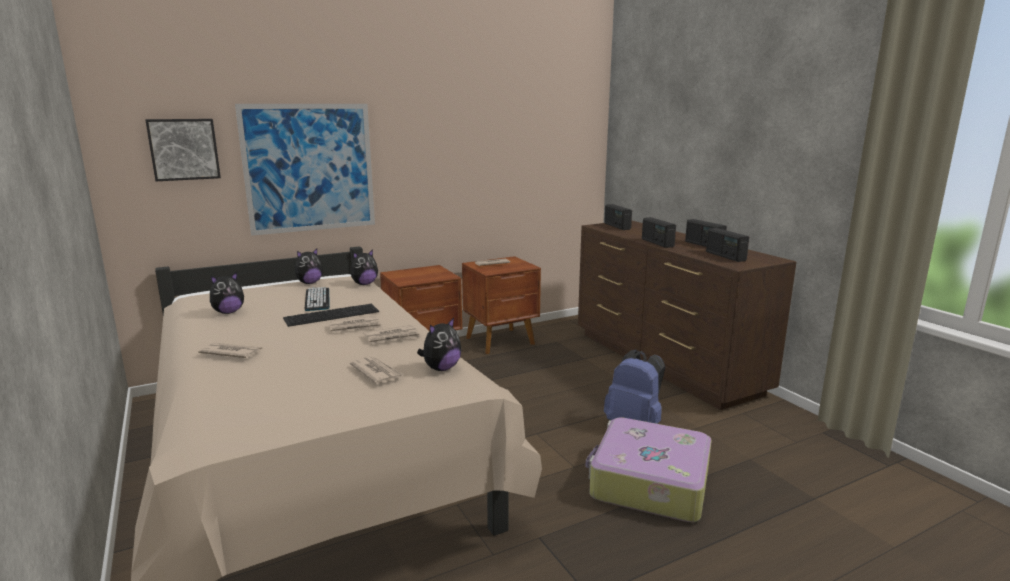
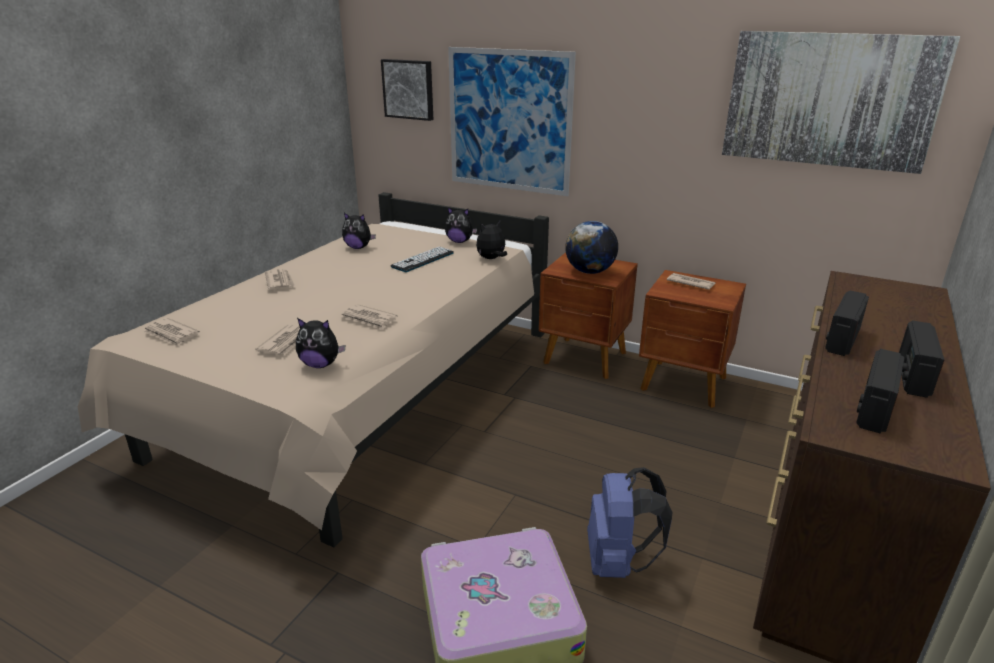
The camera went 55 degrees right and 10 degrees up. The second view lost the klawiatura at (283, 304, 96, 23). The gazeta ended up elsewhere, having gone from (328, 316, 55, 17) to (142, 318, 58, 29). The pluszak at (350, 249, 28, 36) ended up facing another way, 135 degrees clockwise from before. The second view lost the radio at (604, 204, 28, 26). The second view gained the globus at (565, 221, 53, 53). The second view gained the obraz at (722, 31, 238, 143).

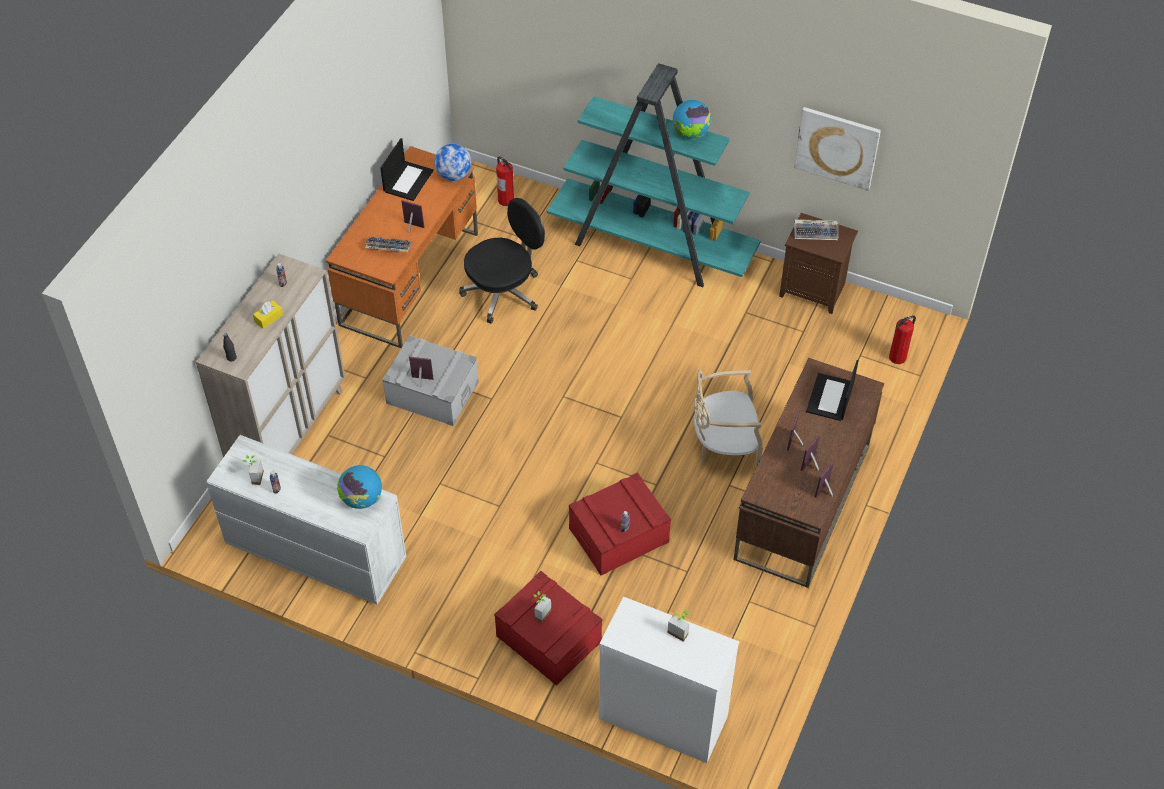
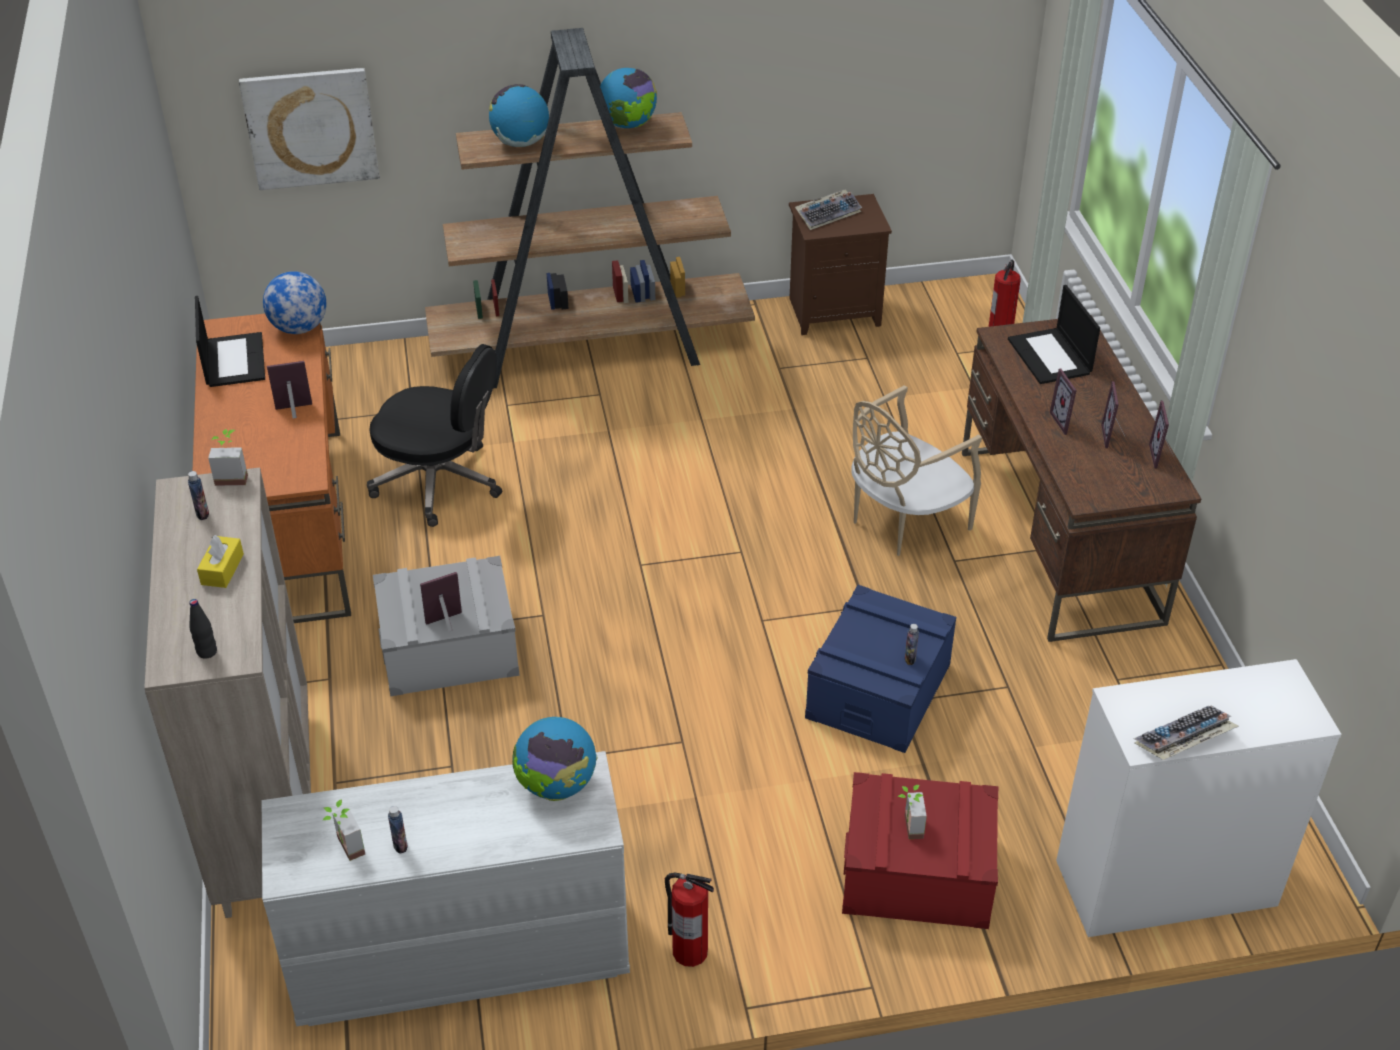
The camera went 35 degrees left and 10 degrees down. The klawiatura ended up elsewhere, having gone from (365, 237, 47, 15) to (1134, 706, 105, 54). The krzesło biurowe/czarny at (459, 198, 86, 126) ended up facing another way, 90 degrees clockwise from before. The gaśnica ended up elsewhere, having gone from (496, 156, 18, 50) to (665, 873, 49, 94). What was the regał/turkusowy at (547, 63, 214, 224) turned into the regał/brązowy at (425, 28, 330, 360). What was the pojemnik do przechowywania/czerwony at (569, 472, 102, 104) turned into the pojemnik do przechowywania/niebieski at (805, 585, 151, 168). The roślina doniczkowa ended up elsewhere, having gone from (667, 609, 22, 33) to (208, 429, 40, 57). The obraz ended up elsewhere, having gone from (794, 107, 87, 84) to (239, 68, 141, 122). The second view gained the globus at (489, 84, 60, 63).

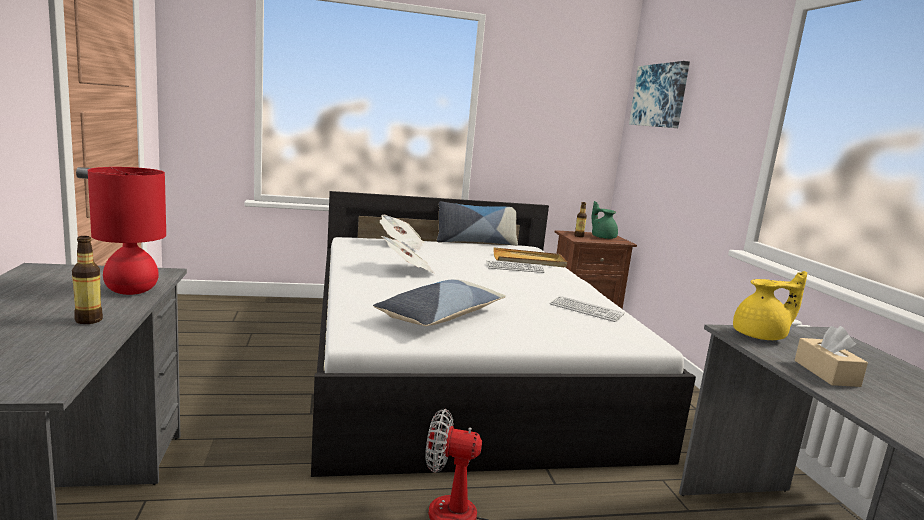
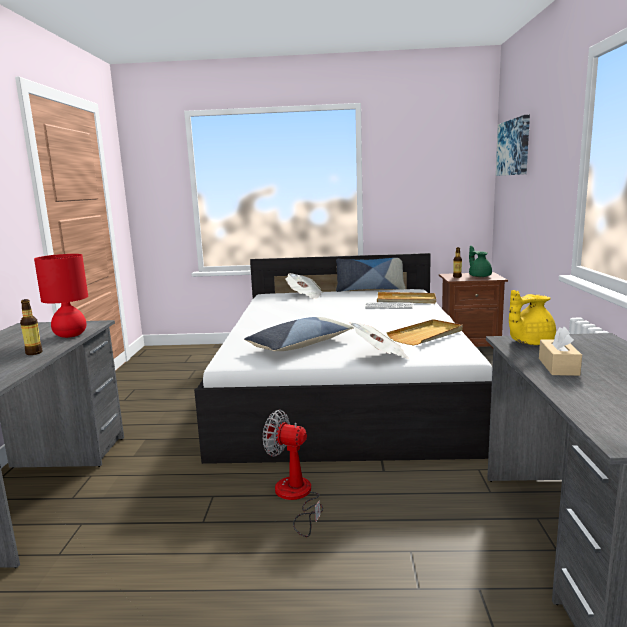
The camera went 15 degrees right and 0 degrees up. The gazeta ended up elsewhere, having gone from (381, 236, 55, 38) to (349, 322, 61, 37). Where the klawiatura stood at (549, 296, 76, 26), the taca/beżowy came to stand at (386, 319, 77, 26). The imbryk/żółty at (733, 271, 74, 69) ended up facing another way, 150 degrees clockwise from before.

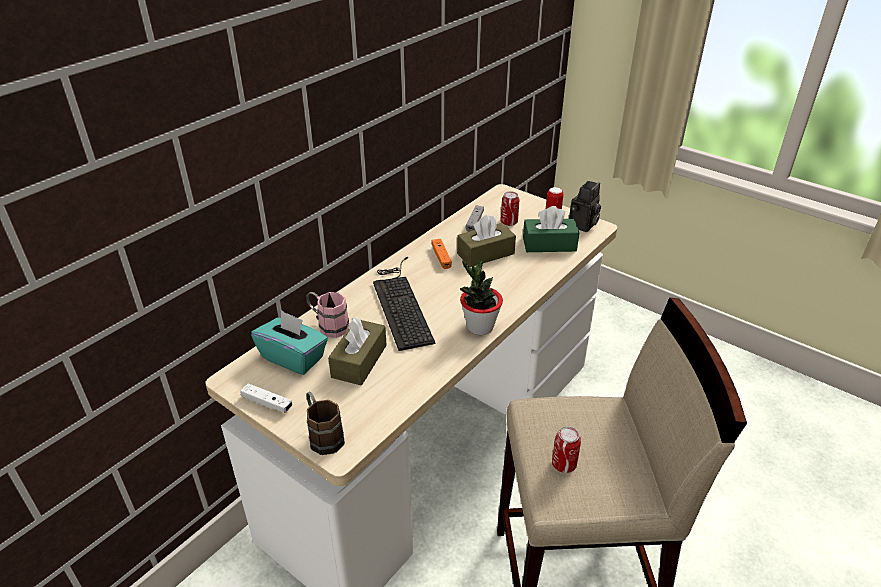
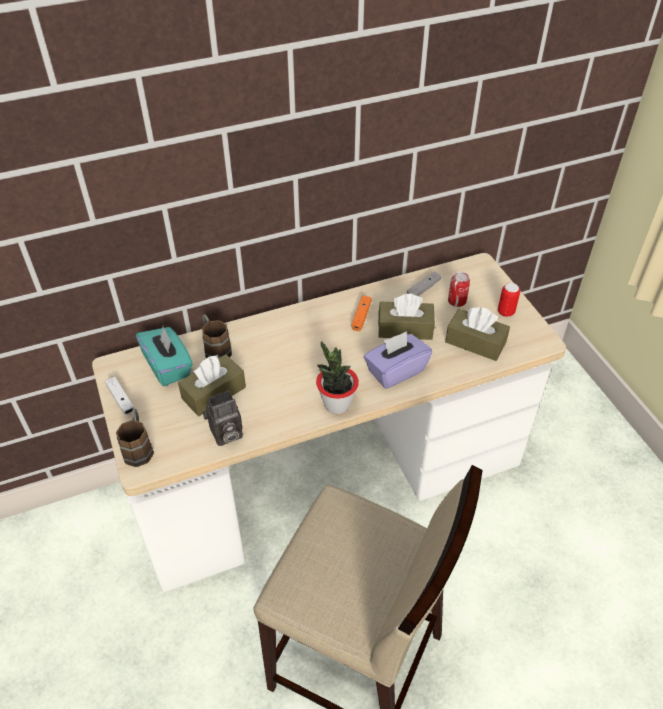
The camera went 30 degrees right and 10 degrees up. What was the kubek/różowy at (306, 292, 43, 46) turned into the kubek/brązowy at (202, 314, 30, 45). The second view lost the klawiatura at (373, 257, 62, 94). What was the pudełko chusteczek/zielony at (523, 206, 56, 46) turned into the pudełko chusteczek/brązowy at (445, 307, 65, 54). The second view lost the puszka at (552, 426, 29, 47). The aparat fotograficzny ended up elsewhere, having gone from (569, 181, 32, 51) to (202, 390, 41, 56). The second view gained the pudełko chusteczek/fioletowy at (364, 331, 68, 58).

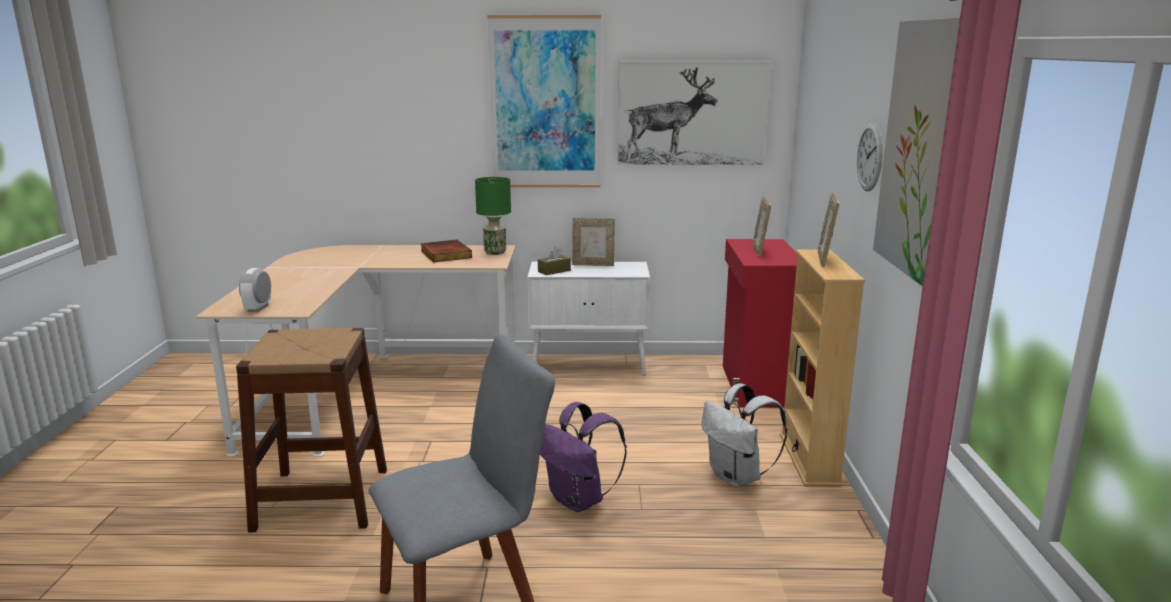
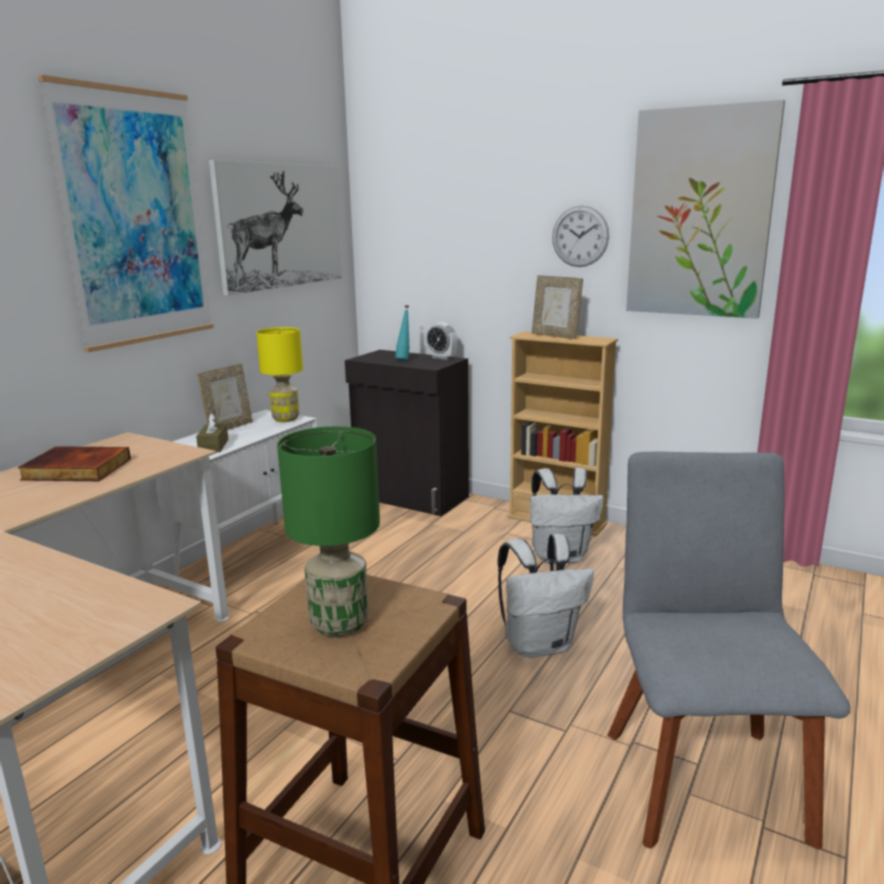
The camera went 60 degrees left and 0 degrees up. The budzik ended up elsewhere, having gone from (239, 268, 32, 44) to (426, 322, 32, 38). The lampa stołowa/zielony ended up elsewhere, having gone from (475, 177, 36, 78) to (277, 426, 103, 211). What was the plecak/fioletowy at (540, 402, 87, 110) turned into the plecak/biały at (498, 534, 96, 124). What was the szafka/czerwony at (723, 239, 75, 169) turned into the szafka/czarny at (345, 350, 124, 166). Where the ramka na zdjęcie stood at (753, 196, 18, 61), the butelka/turkusowy came to stand at (395, 305, 14, 56). The second view gained the lampa stołowa/żółty at (256, 327, 47, 95).

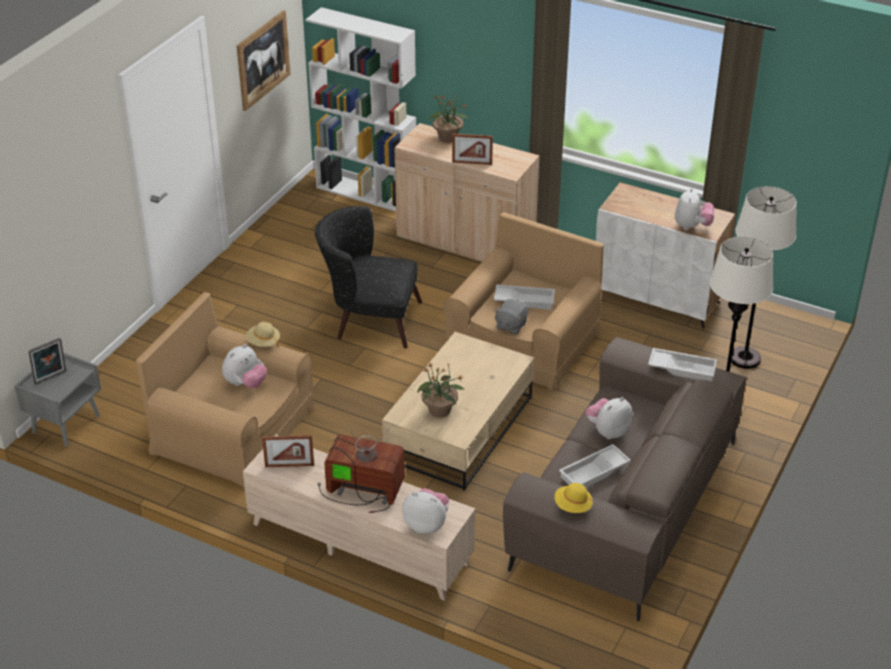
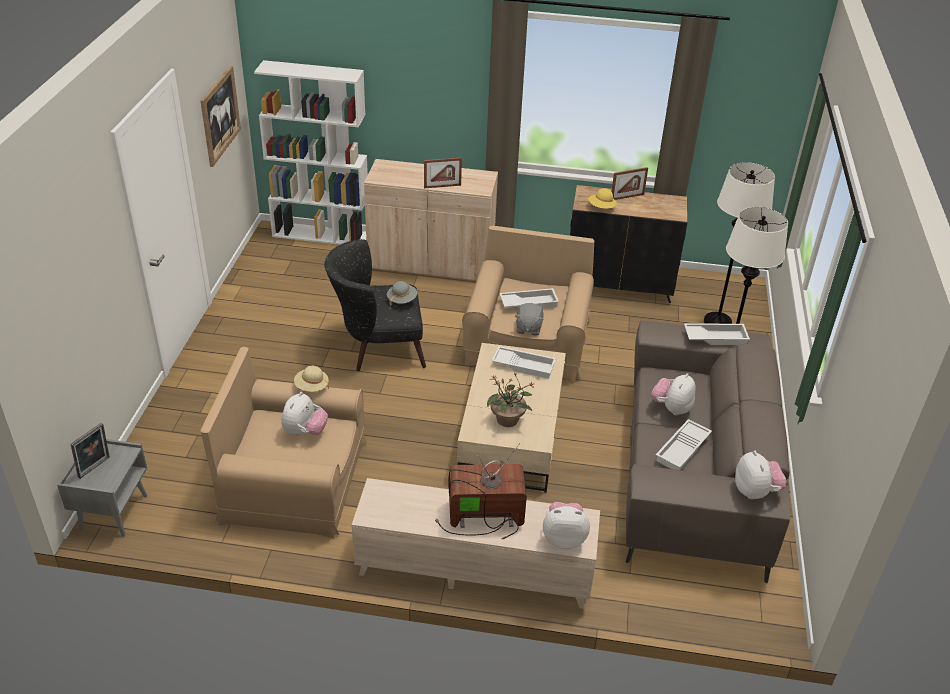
The camera went 20 degrees left and 0 degrees up. The ramka na zdjęcie ended up elsewhere, having gone from (262, 435, 52, 32) to (611, 167, 37, 33). The second view lost the roślina doniczkowa at (430, 95, 39, 48). The kapelusz/żółty ended up elsewhere, having gone from (555, 483, 38, 30) to (588, 189, 29, 20). What was the szafka/biały at (596, 182, 139, 147) turned into the szafka/czarny at (570, 185, 117, 118). The pluszak ended up elsewhere, having gone from (675, 188, 40, 42) to (735, 450, 51, 49). The second view gained the kapelusz/szary at (387, 281, 30, 25). The second view gained the taca/biały at (492, 346, 64, 33).

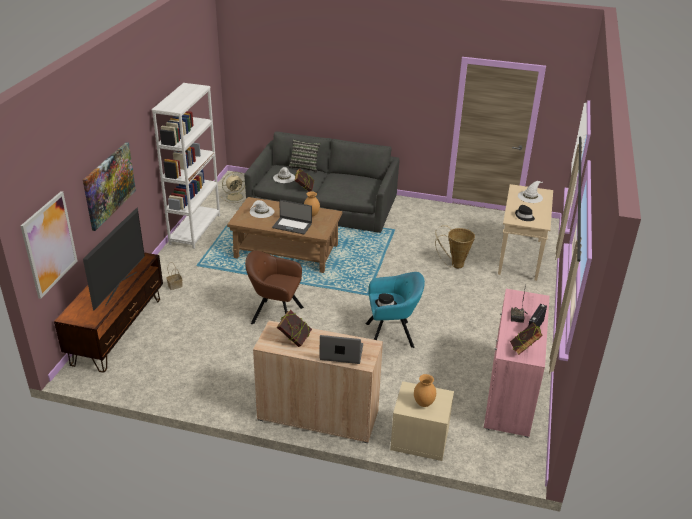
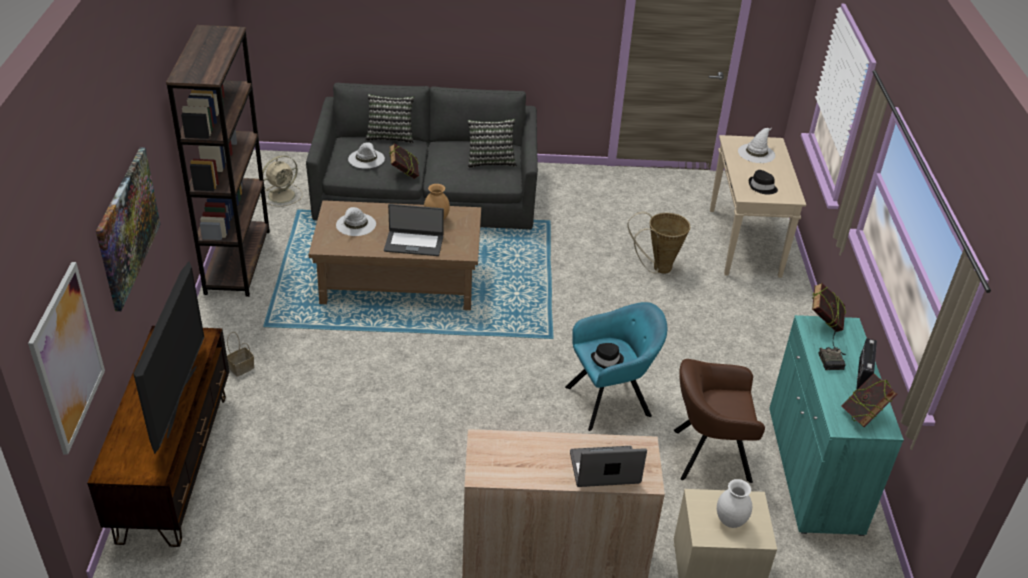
The camera went 15 degrees left and 5 degrees up. What was the regał/biały at (152, 83, 68, 166) turned into the regał/brązowy at (166, 25, 104, 272). The fotel/brązowy ended up elsewhere, having gone from (245, 250, 59, 74) to (674, 359, 91, 124). The książka ended up elsewhere, having gone from (277, 310, 35, 37) to (812, 283, 34, 49). What was the wazon/brązowy at (414, 374, 22, 33) turned into the wazon/biały at (717, 479, 35, 49). What was the szafka/różowy at (484, 289, 66, 149) turned into the szafka/turkusowy at (769, 315, 135, 221). The second view gained the poduszka at (467, 119, 50, 49).

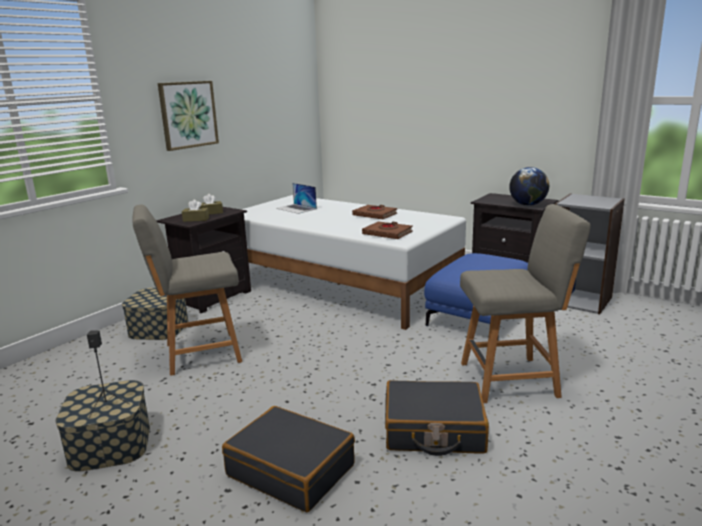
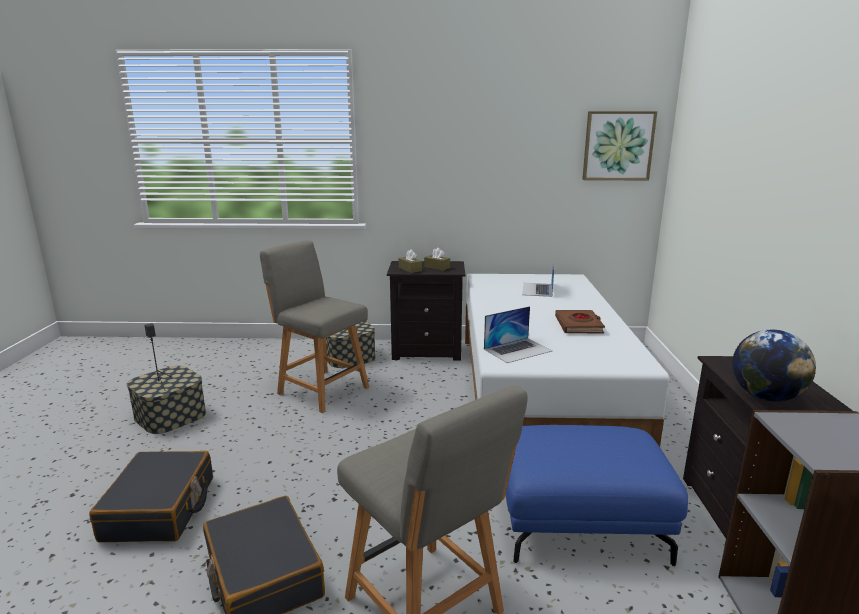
The camera went 55 degrees right and 0 degrees up. The obraz ended up elsewhere, having gone from (158, 81, 61, 70) to (582, 111, 75, 69). Where the książka/brązowy stood at (362, 221, 51, 18), the laptop came to stand at (484, 306, 69, 57).

